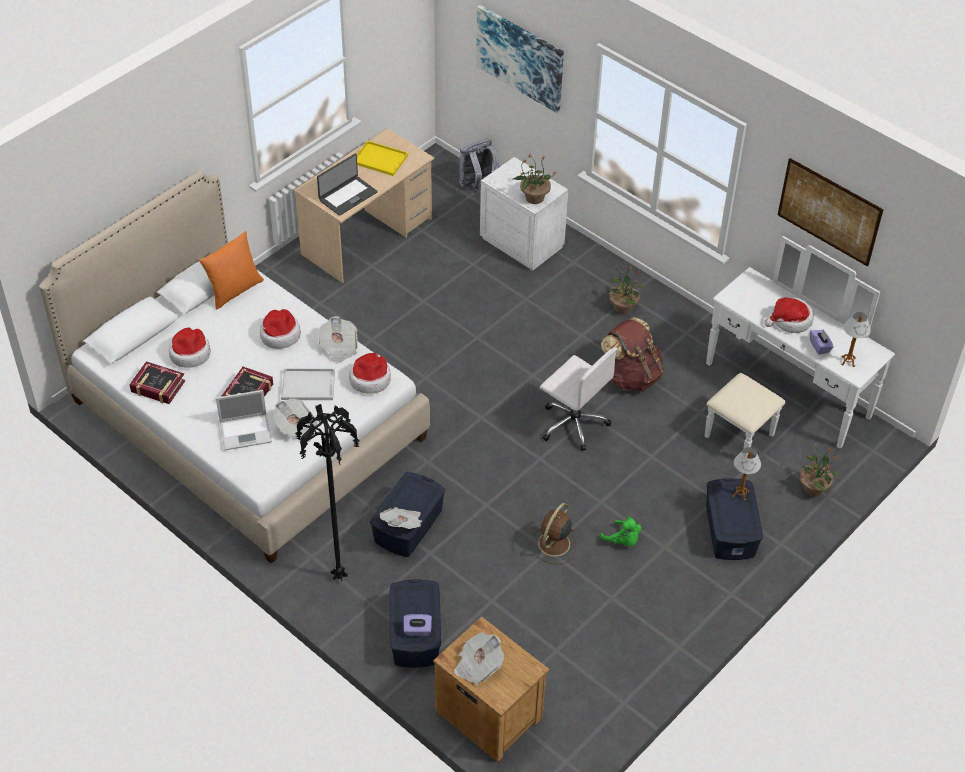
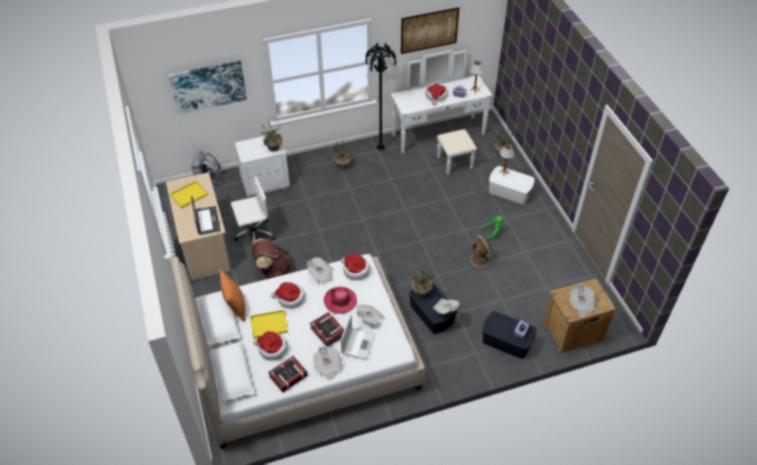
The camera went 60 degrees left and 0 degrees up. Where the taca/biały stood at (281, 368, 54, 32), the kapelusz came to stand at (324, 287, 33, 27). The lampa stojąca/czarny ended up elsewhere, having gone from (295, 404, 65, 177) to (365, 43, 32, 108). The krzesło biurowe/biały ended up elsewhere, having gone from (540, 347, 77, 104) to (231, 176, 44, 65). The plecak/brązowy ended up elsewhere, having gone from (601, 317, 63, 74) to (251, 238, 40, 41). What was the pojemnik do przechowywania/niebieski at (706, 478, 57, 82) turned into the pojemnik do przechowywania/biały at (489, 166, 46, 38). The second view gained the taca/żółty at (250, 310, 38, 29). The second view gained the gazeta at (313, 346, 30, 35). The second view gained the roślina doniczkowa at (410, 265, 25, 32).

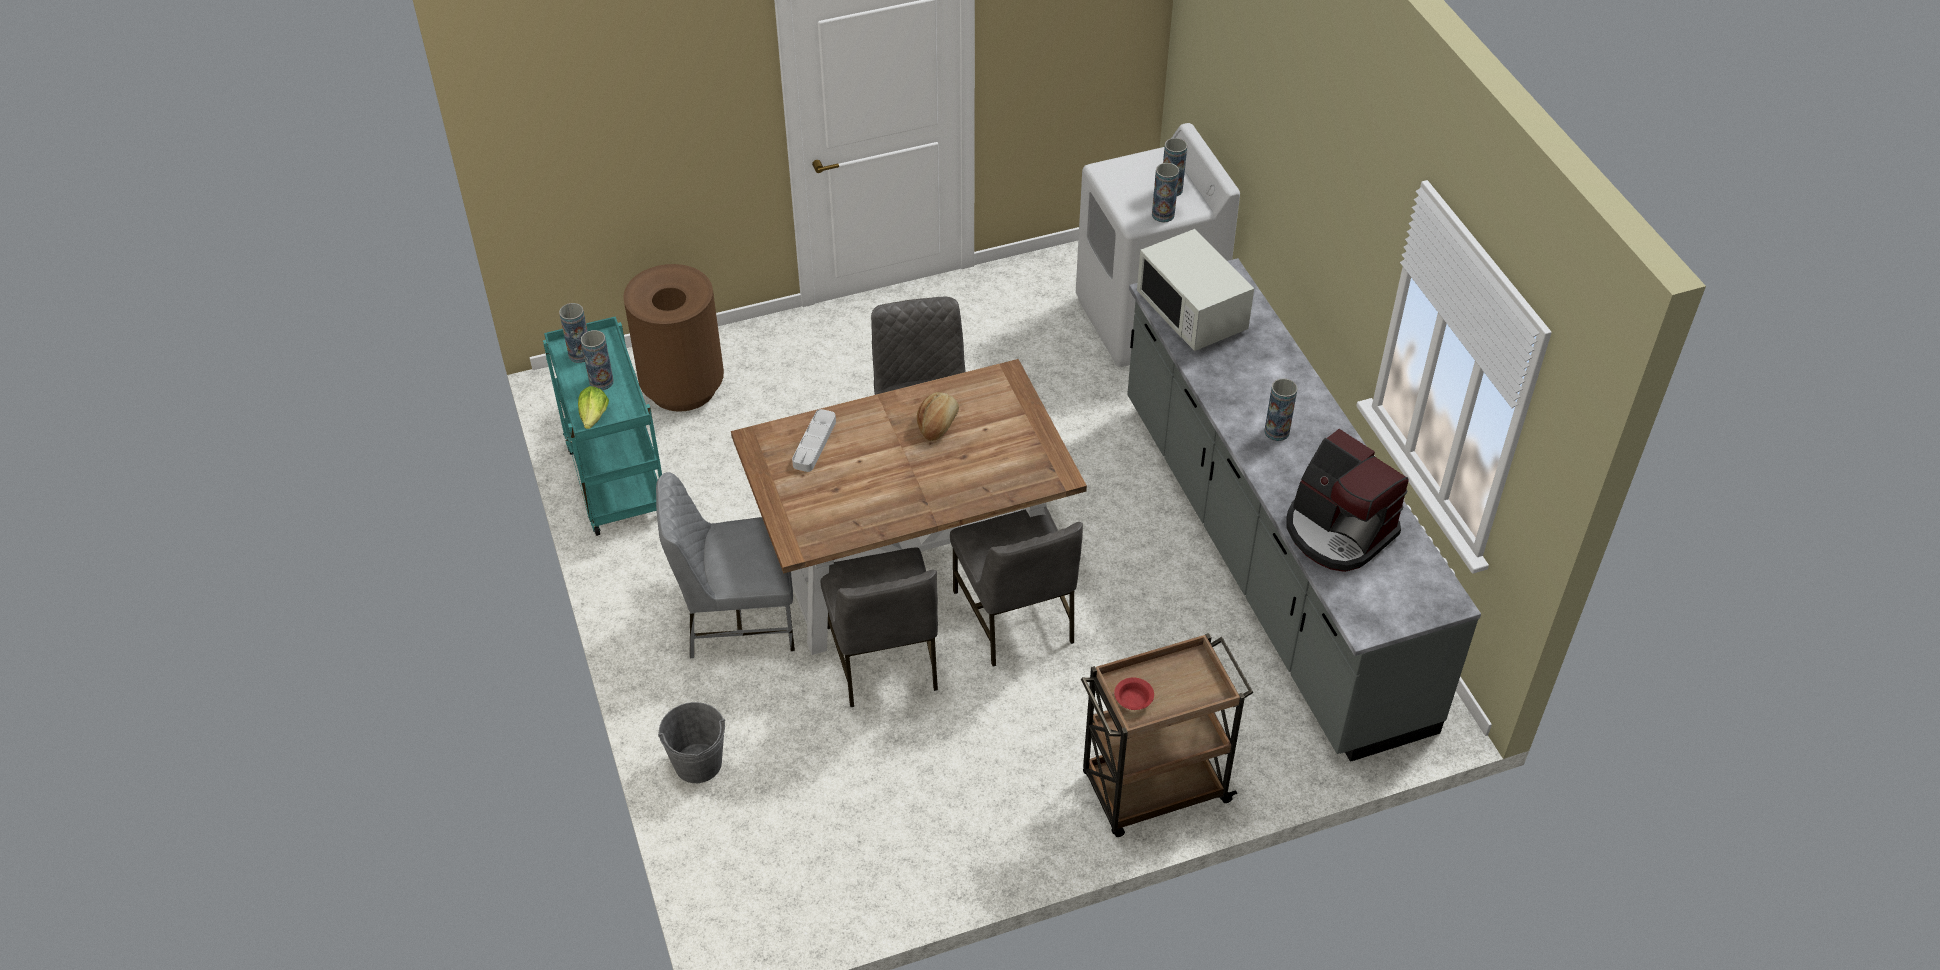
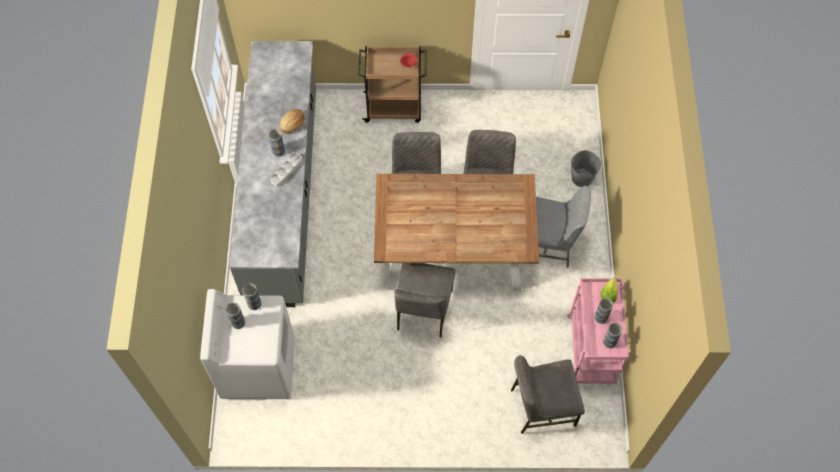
The camera went 160 degrees left and 15 degrees up. What was the wózek/turkusowy at (543, 316, 119, 220) turned into the wózek/różowy at (568, 278, 63, 106). Where the kosz na śmieci/brązowy stood at (623, 264, 101, 148), the krzesło/szary came to stand at (511, 355, 74, 79). The taca/szary ended up elsewhere, having gone from (792, 409, 44, 63) to (270, 153, 33, 34). The chleb ended up elsewhere, having gone from (917, 392, 42, 49) to (280, 109, 25, 24). The second view lost the mikrofalówka/biały at (1137, 229, 117, 122). The second view lost the ekspres do kawy at (1286, 429, 123, 143).

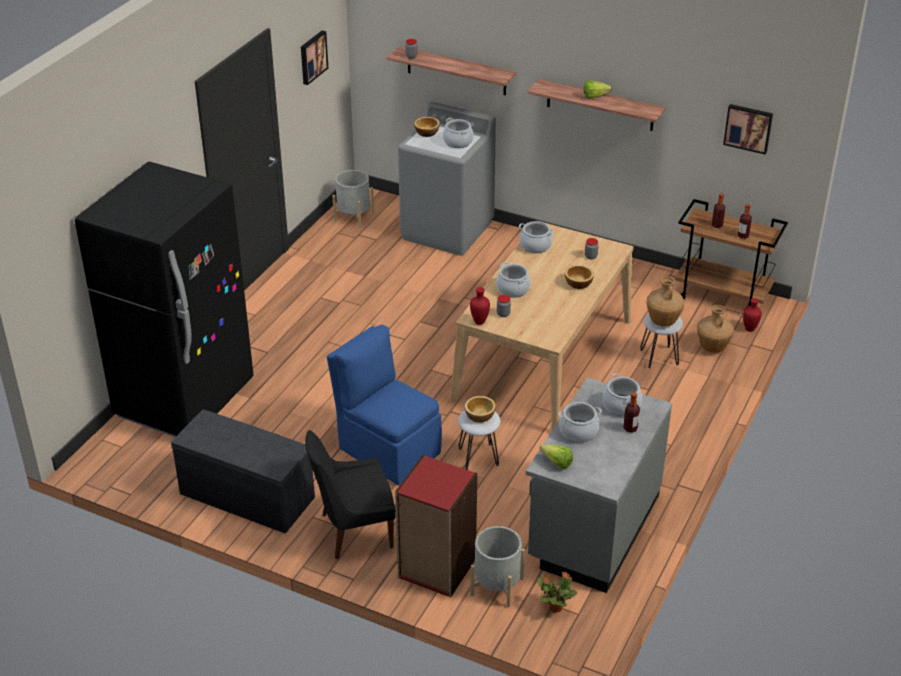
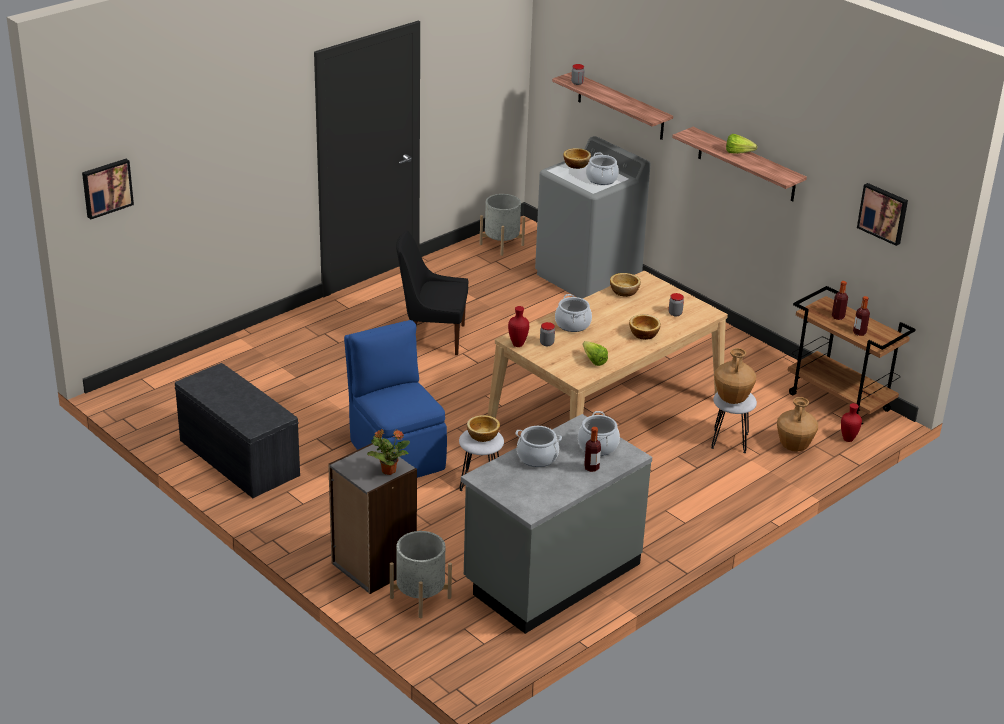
The camera went 20 degrees right and 5 degrees down. The second view lost the lodówka/czarny at (75, 161, 179, 276). The obraz ended up elsewhere, having gone from (301, 31, 27, 54) to (82, 159, 52, 60). The krzesło/czarny ended up elsewhere, having gone from (305, 430, 91, 129) to (396, 230, 72, 125). What was the regał/czerwony at (395, 455, 82, 142) turned into the regał/szary at (328, 443, 89, 151). Where the garnek stood at (519, 221, 35, 32), the miska came to stand at (610, 273, 31, 24). The roślina doniczkowa ended up elsewhere, having gone from (537, 572, 40, 41) to (367, 429, 43, 46). The sałata ended up elsewhere, having gone from (540, 444, 33, 25) to (583, 341, 25, 25).

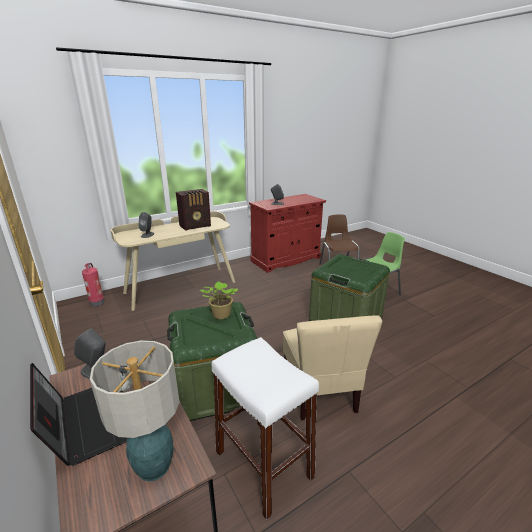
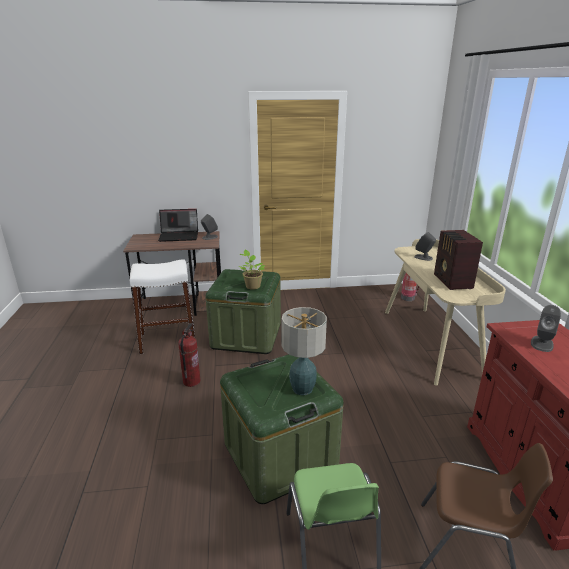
The camera went 115 degrees right and 0 degrees up. The lampa stołowa ended up elsewhere, having gone from (90, 340, 90, 141) to (281, 307, 46, 89). Where the krzesło/beżowy stood at (283, 316, 99, 104), the gaśnica came to stand at (178, 323, 23, 64).

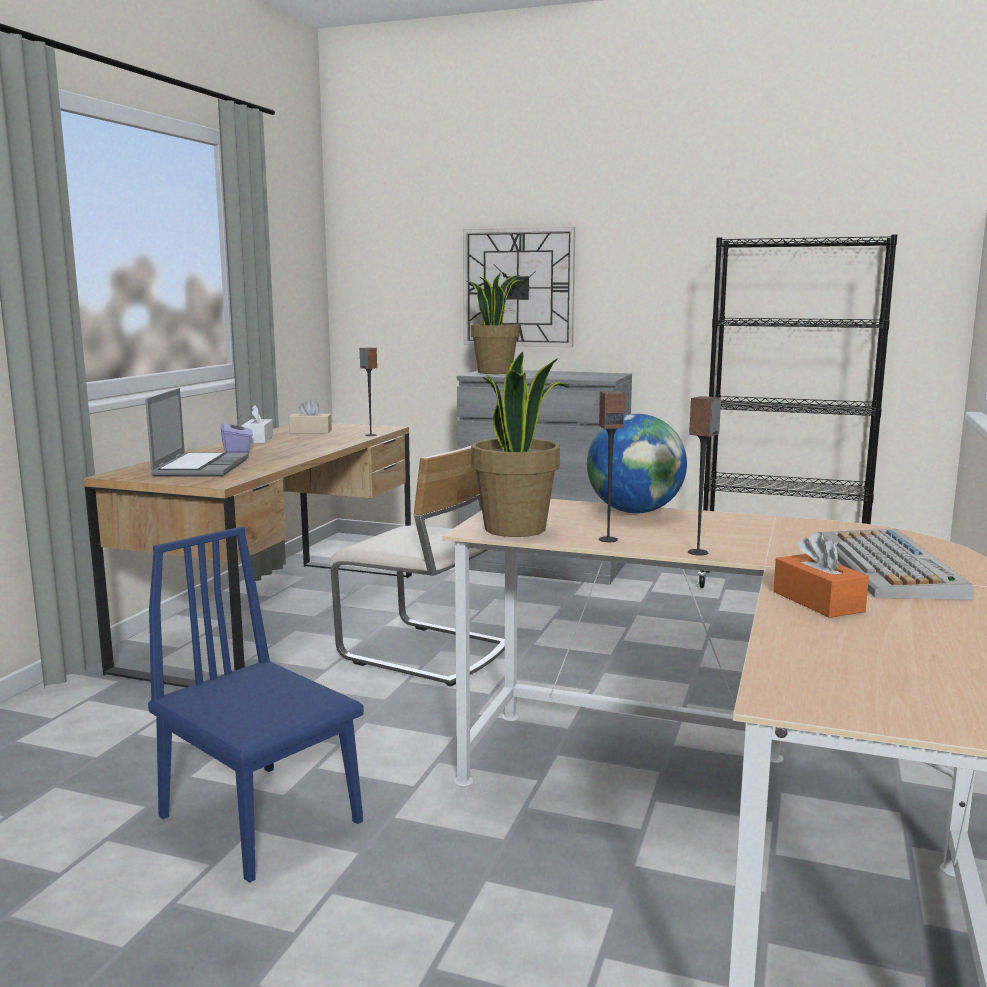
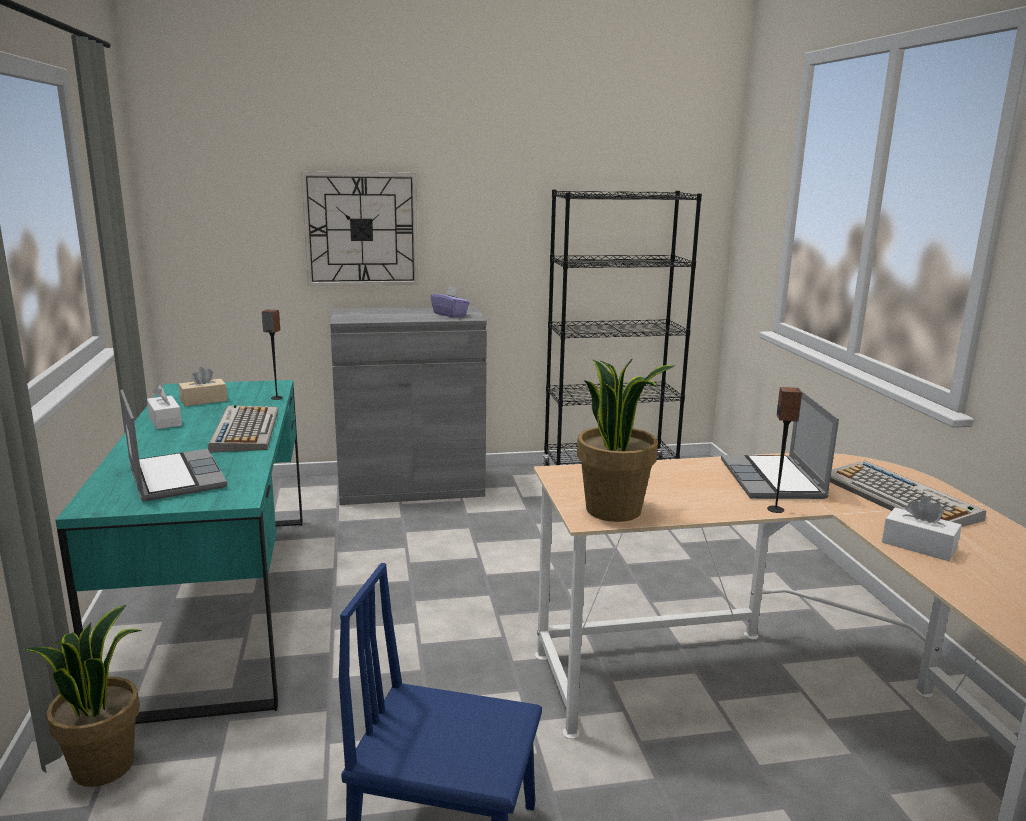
The camera went 30 degrees left and 5 degrees up. What was the biurko/brązowy at (84, 423, 328, 264) turned into the biurko/turkusowy at (55, 380, 248, 344). The pudełko chusteczek/fioletowy ended up elsewhere, having gone from (221, 415, 32, 38) to (430, 286, 40, 31). The second view lost the krzesło/beżowy at (329, 445, 176, 242). The roślina doniczkowa ended up elsewhere, having gone from (466, 272, 60, 102) to (24, 605, 118, 182). The second view lost the globus at (587, 414, 100, 99). The second view lost the głośnik at (599, 391, 26, 151). What was the pudełko chusteczek/pomarańczowy at (773, 532, 96, 86) turned into the pudełko chusteczek/biały at (882, 497, 80, 64). The second view gained the klawiatura at (208, 405, 70, 47). The second view gained the laptop at (721, 389, 118, 110).

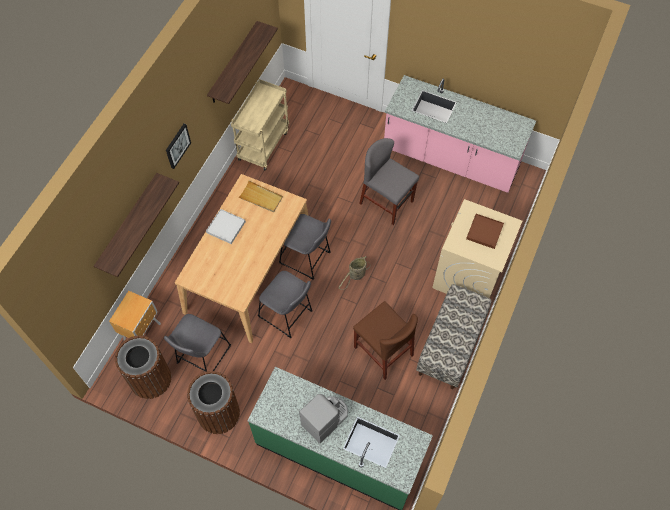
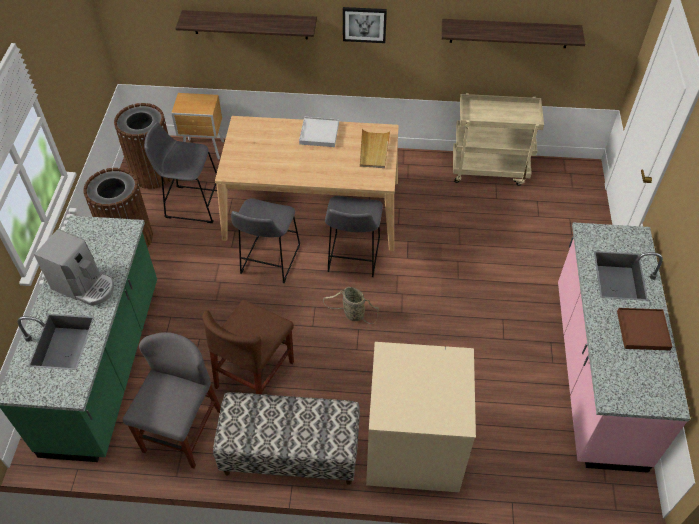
The camera went 70 degrees right and 10 degrees down. The krzesło/szary ended up elsewhere, having gone from (359, 138, 60, 87) to (123, 332, 98, 137). The taca/brązowy ended up elsewhere, having gone from (466, 214, 38, 35) to (617, 308, 55, 43).

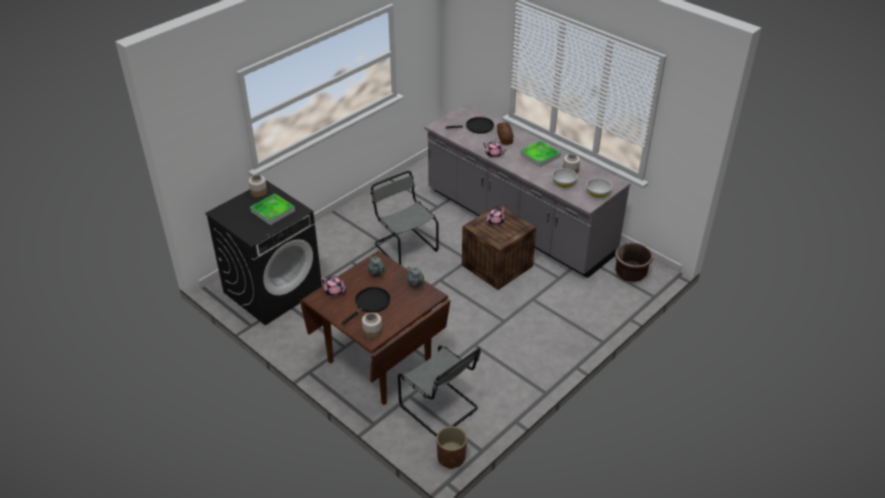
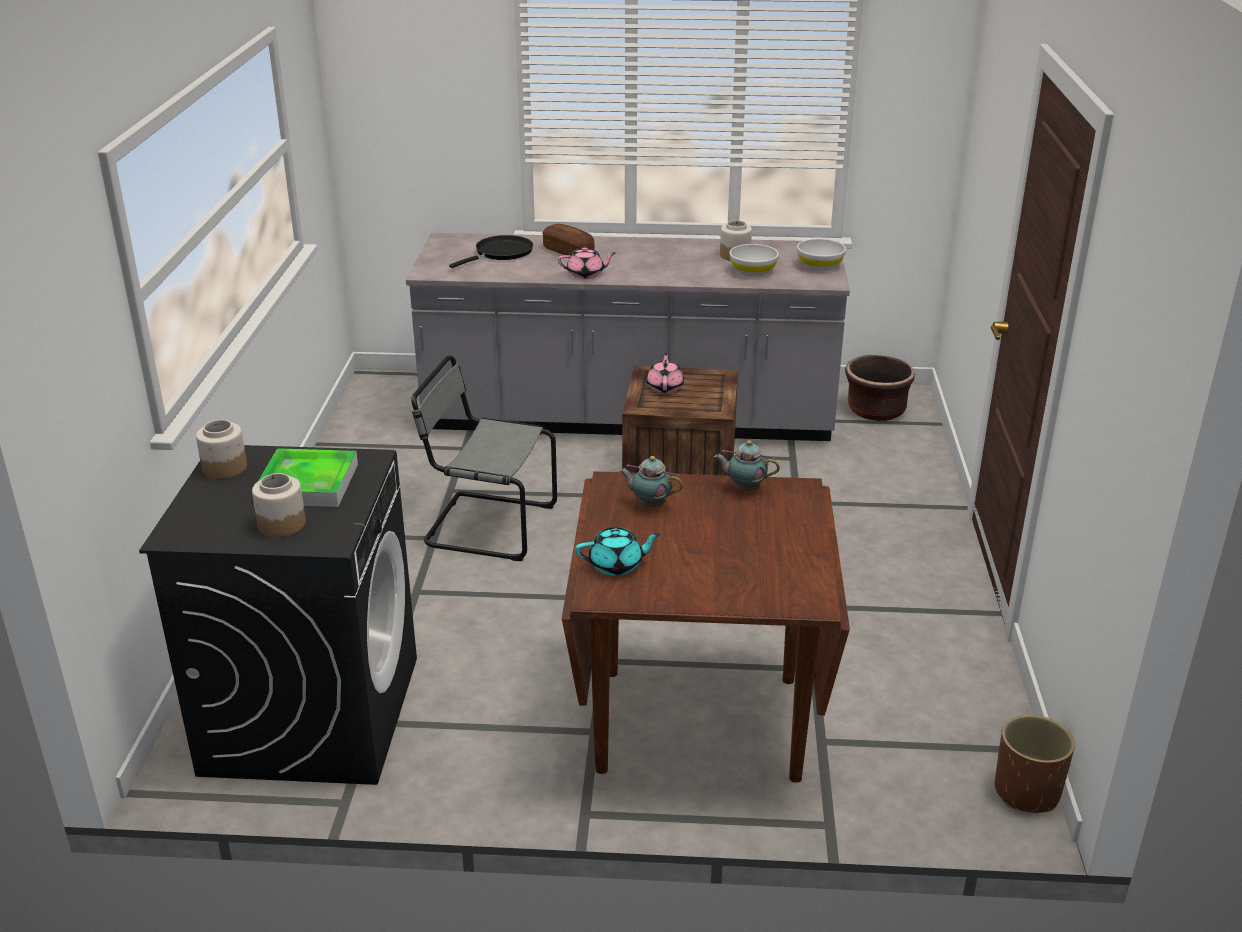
The camera went 40 degrees left and 10 degrees down. What was the imbryk/różowy at (321, 276, 28, 20) turned into the imbryk/turkusowy at (576, 527, 84, 49). The second view lost the patelnia/czarny at (342, 287, 48, 38). The słoik ended up elsewhere, having gone from (362, 312, 20, 27) to (252, 473, 54, 64). The second view lost the krzesło/szary at (398, 346, 83, 91). The second view lost the taca at (520, 140, 41, 27).

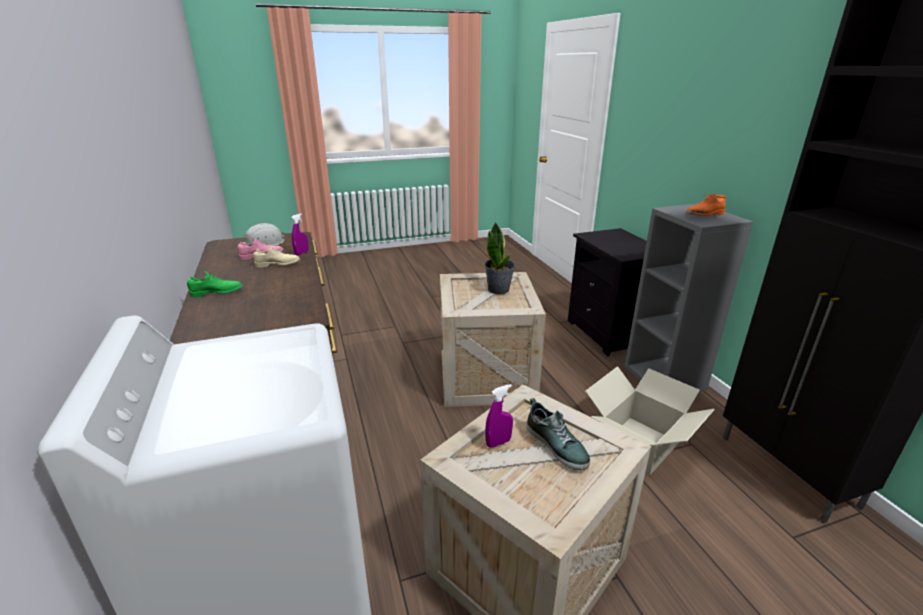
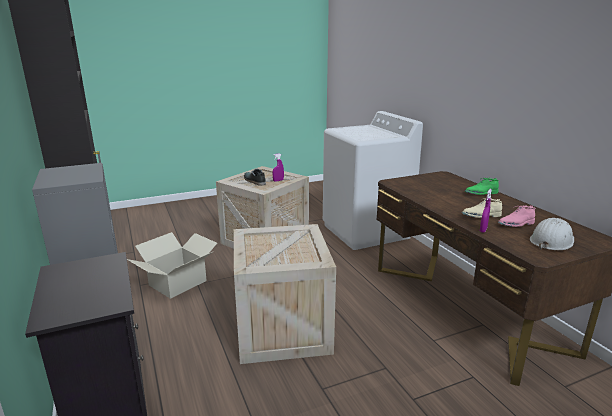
The camera went 175 degrees right and 5 degrees down. The second view lost the roślina doniczkowa at (484, 222, 31, 72). The second view lost the but/pomarańczowy at (686, 193, 41, 23).

